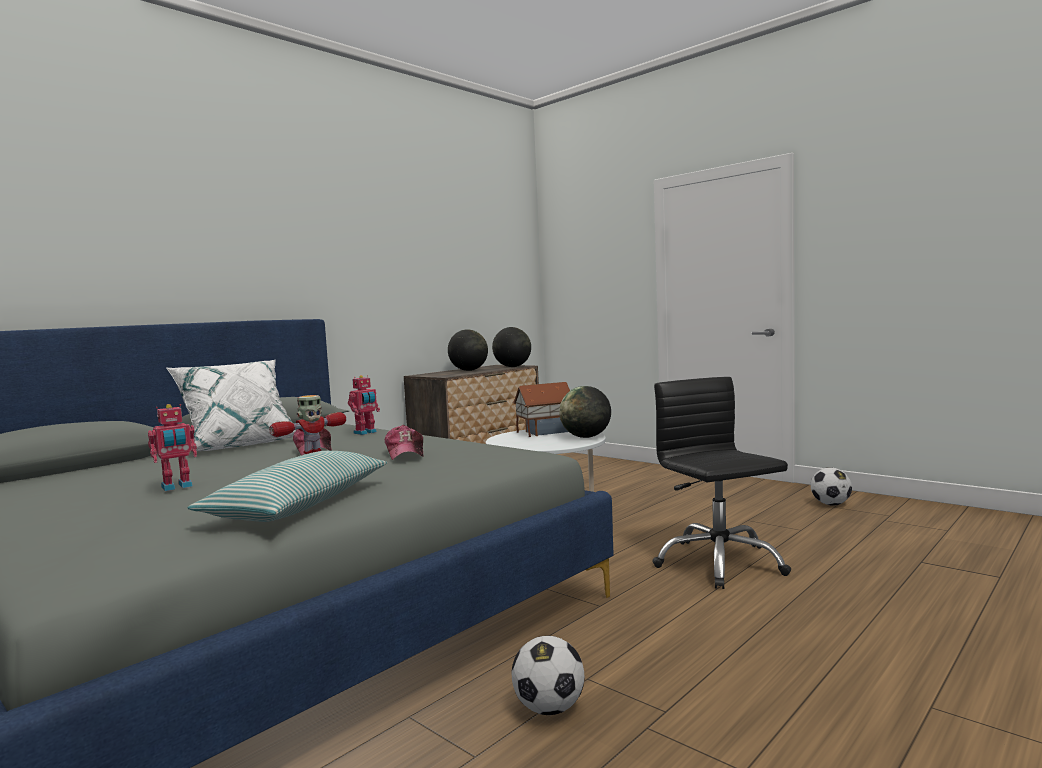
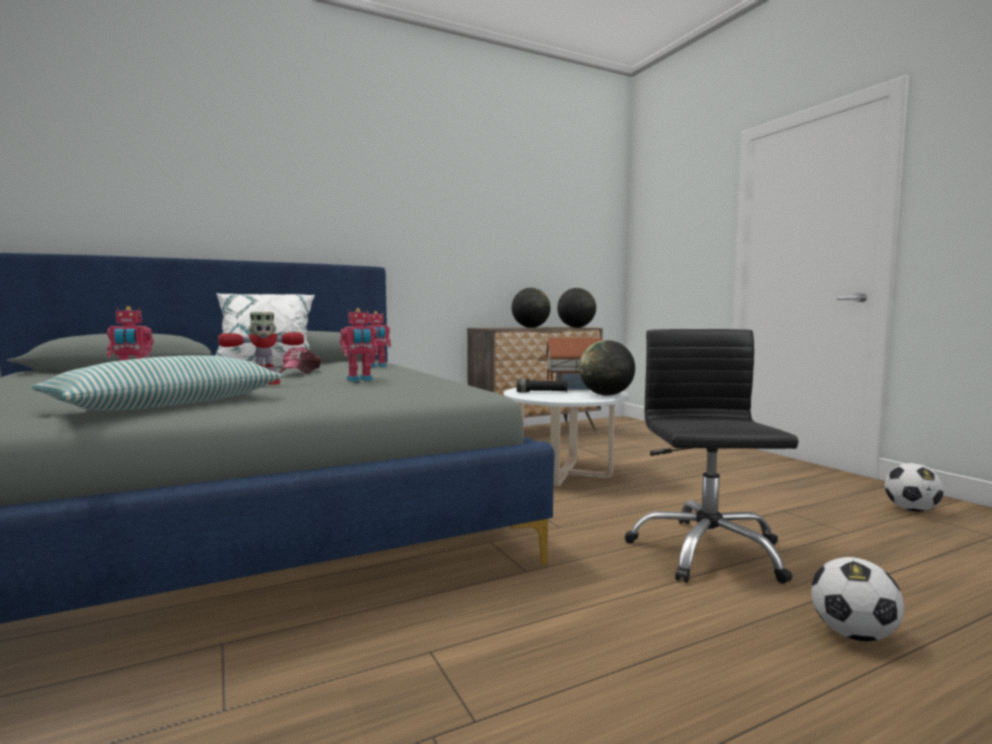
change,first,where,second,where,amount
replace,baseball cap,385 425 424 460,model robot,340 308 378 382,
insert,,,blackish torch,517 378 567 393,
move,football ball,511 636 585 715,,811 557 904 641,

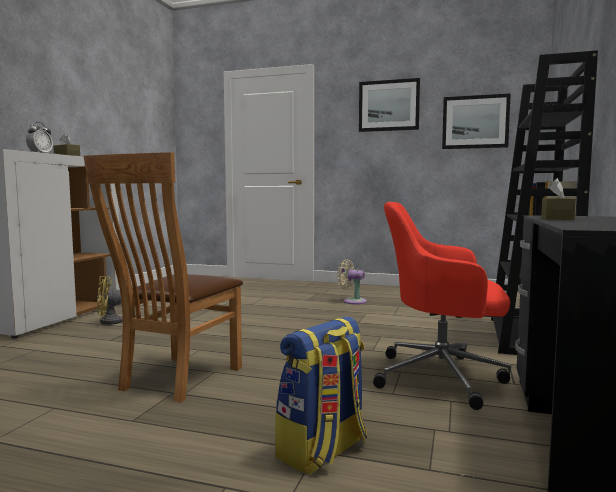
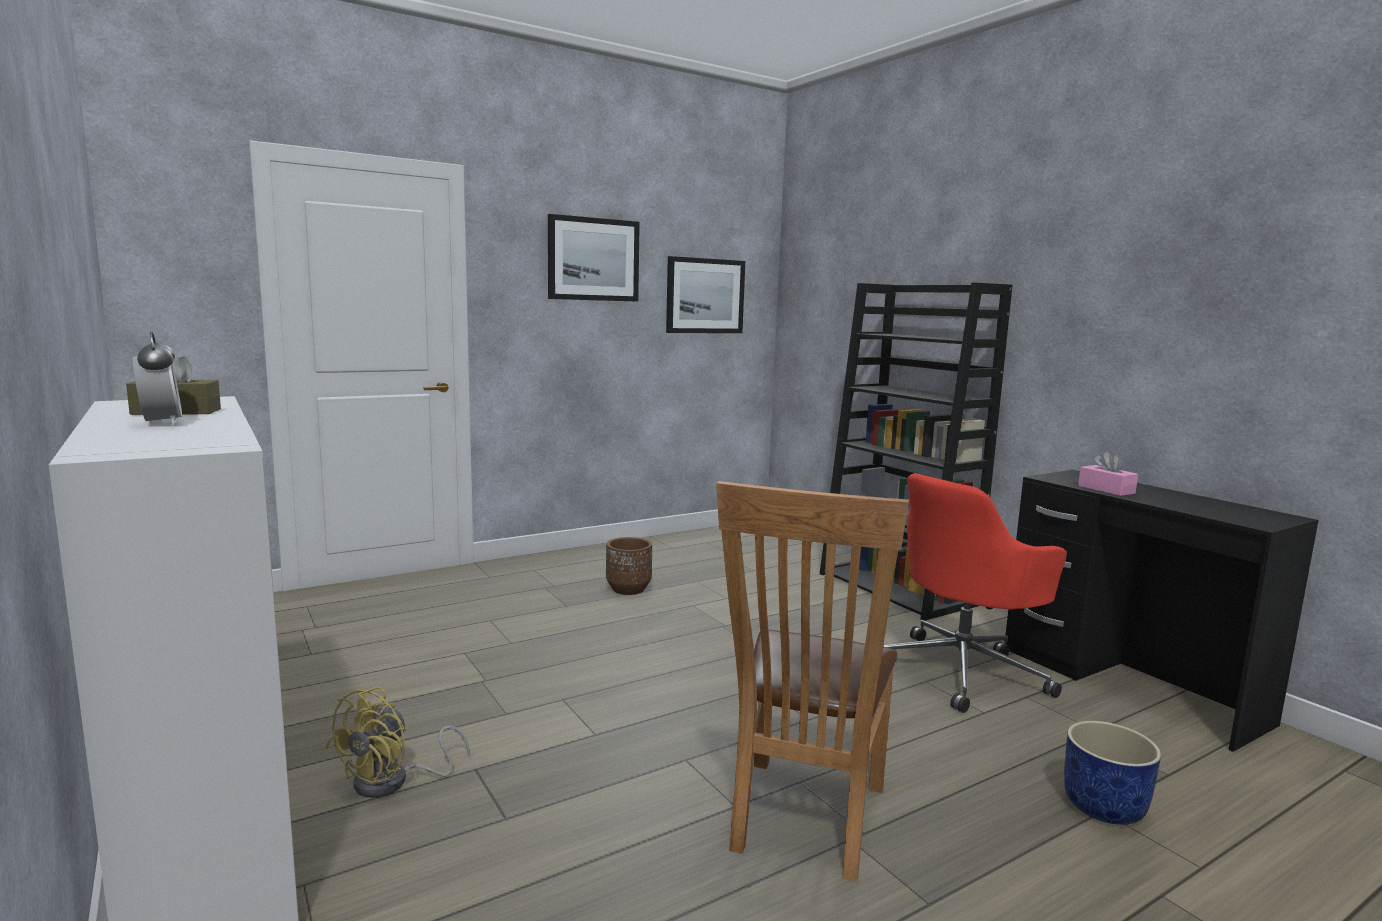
change,first,where,second,where,amount
replace,beige-coloured electric fan,337 259 367 305,brown-coloured planter,606 537 652 595,
rotate,brown-coloured plain chair,83 152 243 403,,716 481 909 881,45 degrees clockwise
replace,knapsack,275 316 367 475,blue-coloured planter,1064 721 1161 825,
recolor,brown-coloured tissue box,541 178 576 220,pink-coloured tissue box,1078 451 1138 496,

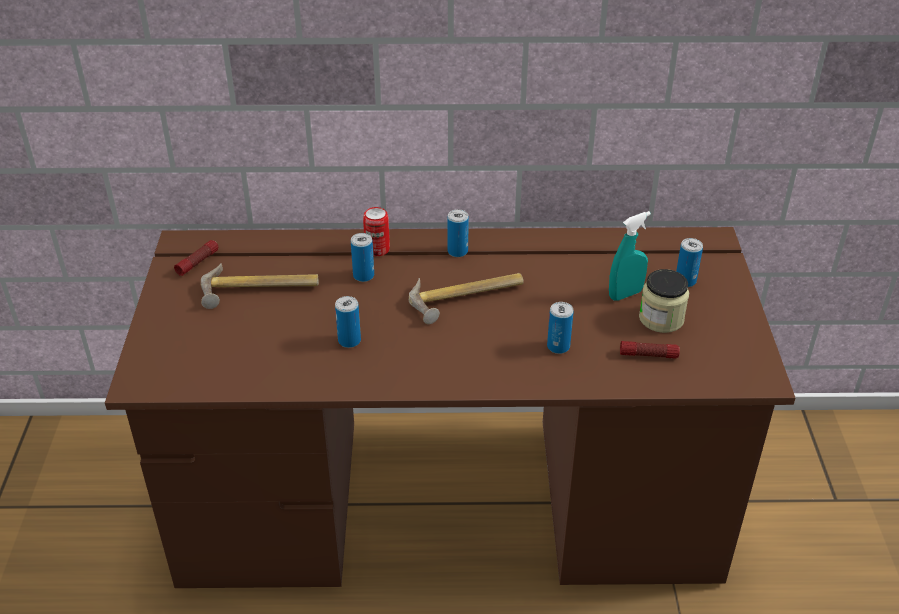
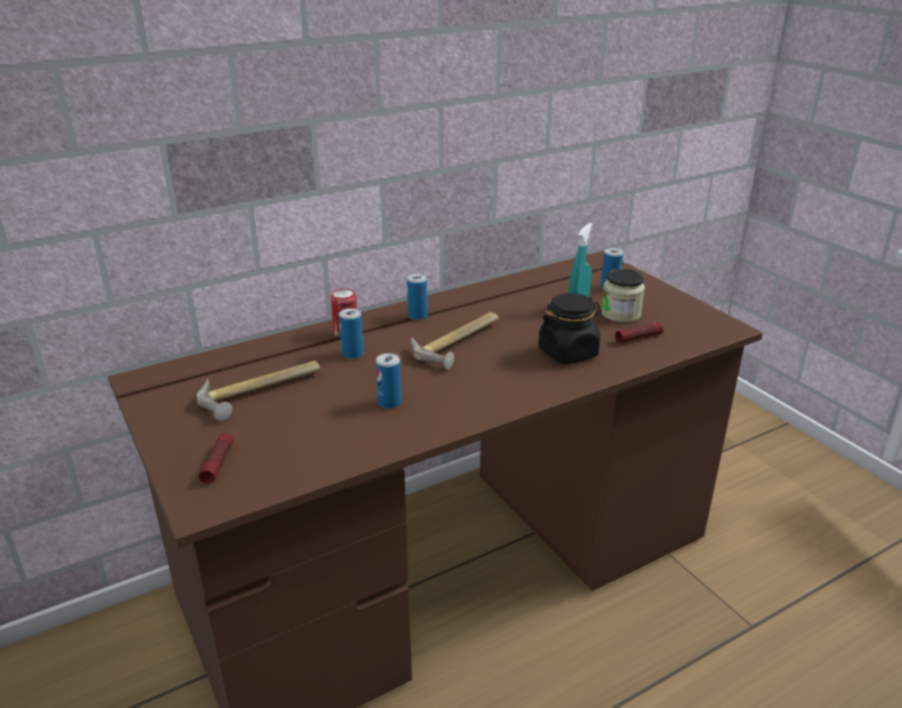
change,first,where,second,where,amount
move,torch,174 240 218 276,,199 433 233 484,
replace,metal can,547 302 574 354,blackish jar,538 293 602 364,

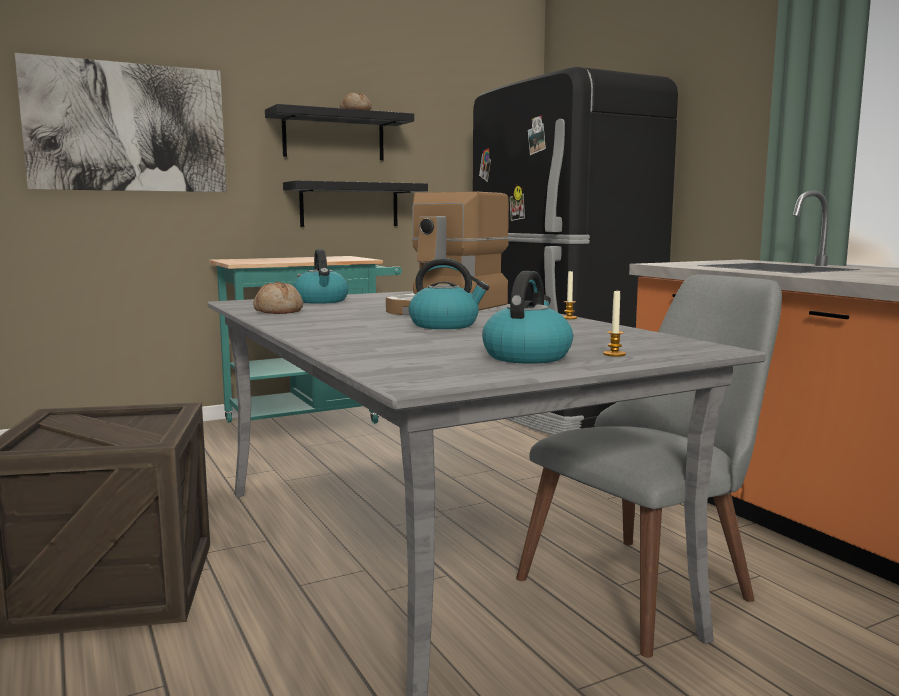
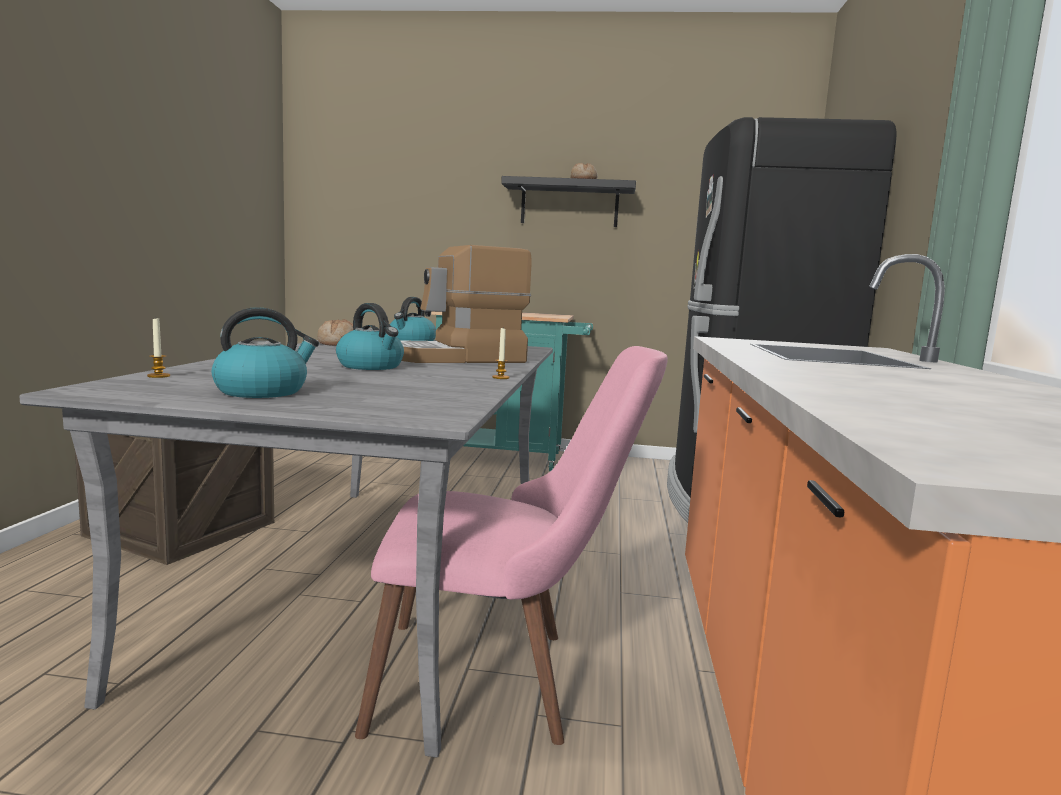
change,first,where,second,where,amount
move,wax light,603 291 626 357,,147 318 170 378,
recolor,gray plain chair,516 274 782 658,pink-coloured plain chair,355 346 668 745,
delete,wall art,15 53 226 192,,,
delete,blackish shelf,283 180 428 227,,,

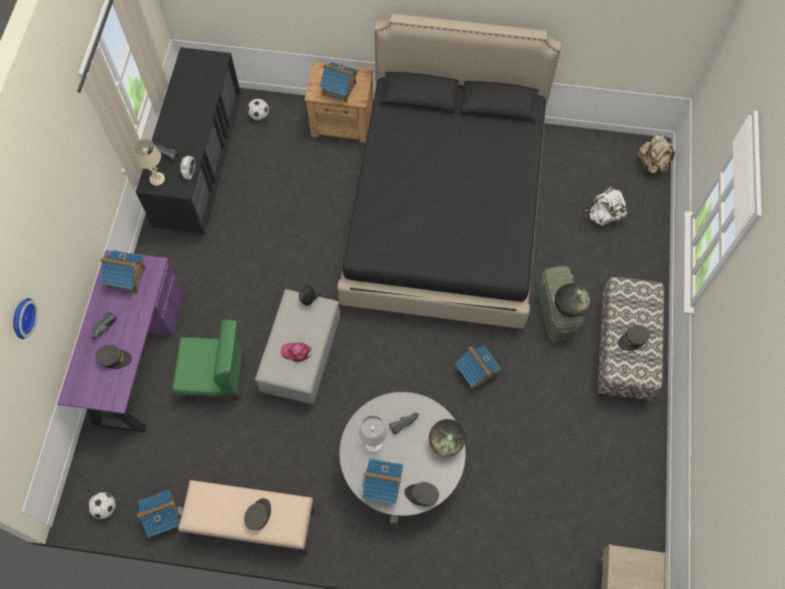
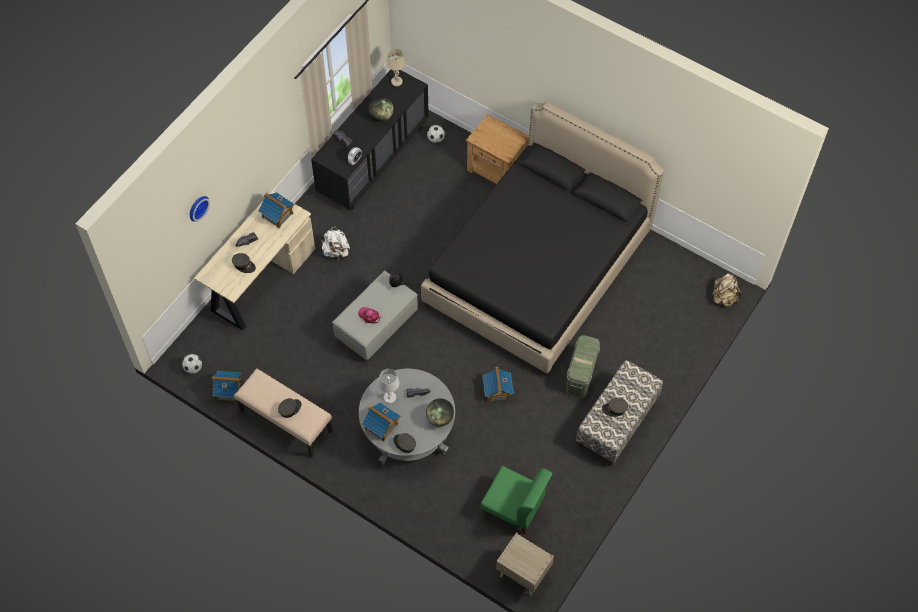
change,first,where,second,where,amount
recolor,purple-coloured desk unit,57 250 184 433,beige-coloured desk unit,194 191 315 331,
move,white knapsack,585 187 627 226,,319 226 350 261,
move,desk globe,555 283 590 317,,368 96 394 122,
move,beige-coloured table lamp,133 139 165 186,,386 49 405 86,
move,green plain chair,173 320 244 401,,480 466 552 535,
delete,model house,319 62 358 103,,,

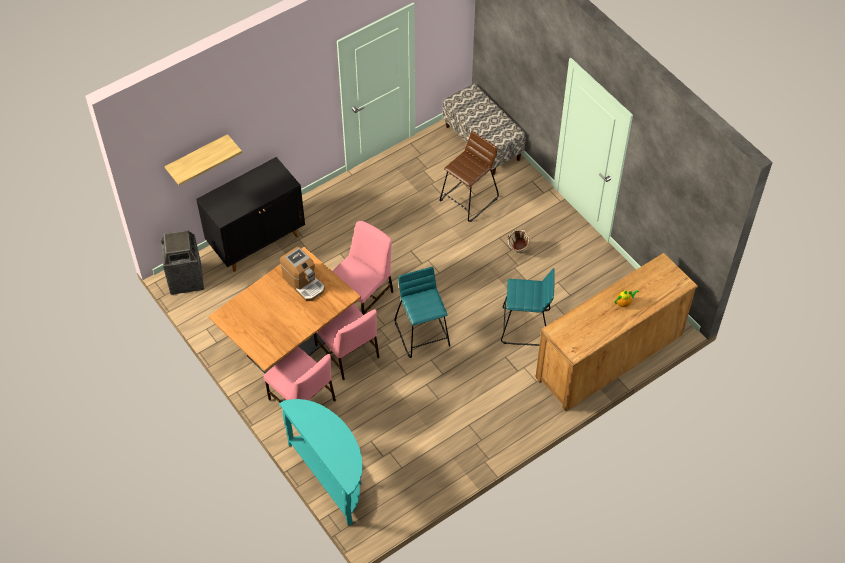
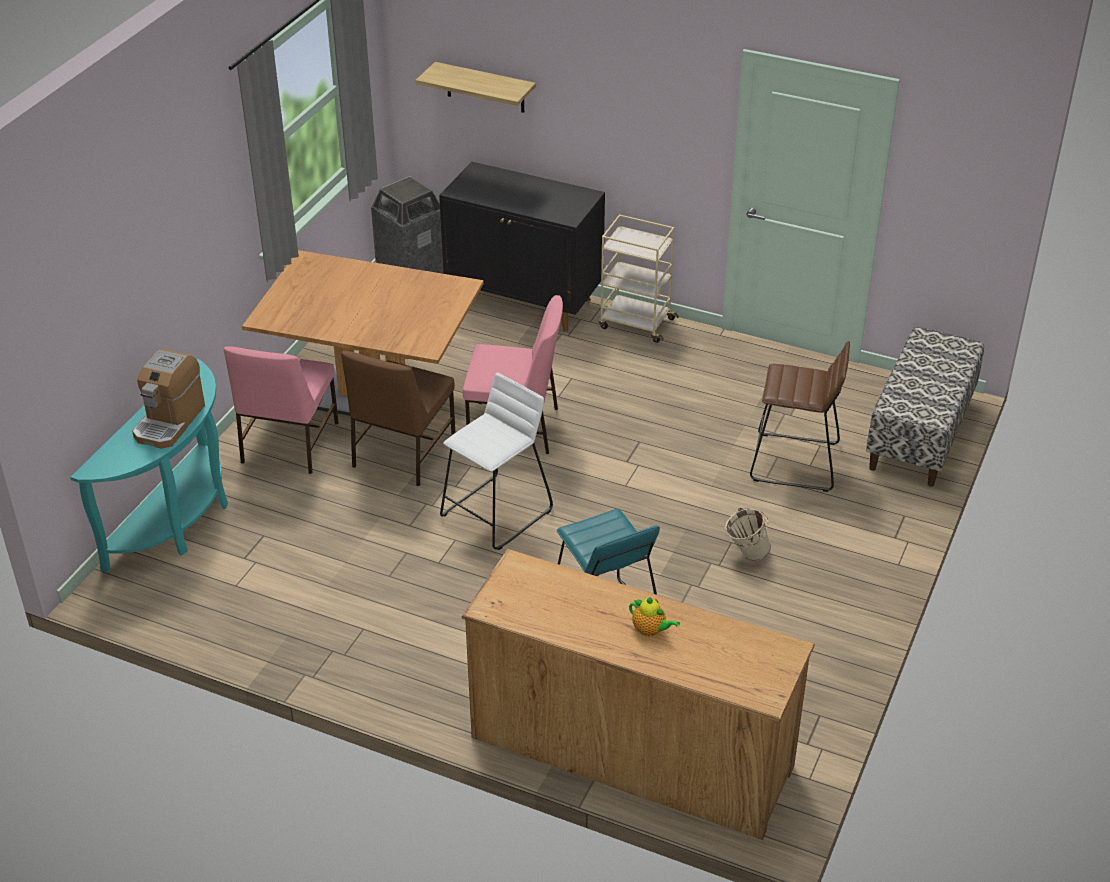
change,first,where,second,where,amount
move,coffee maker,280 246 325 301,,132 348 205 449,
recolor,pink-coloured plain chair,314 304 380 380,brown-coloured plain chair,341 351 455 486,
recolor,turquoise sitting stool,395 267 450 358,white sitting stool,440 372 553 550,
insert,,,beige-coloured trolley,599 214 679 343,

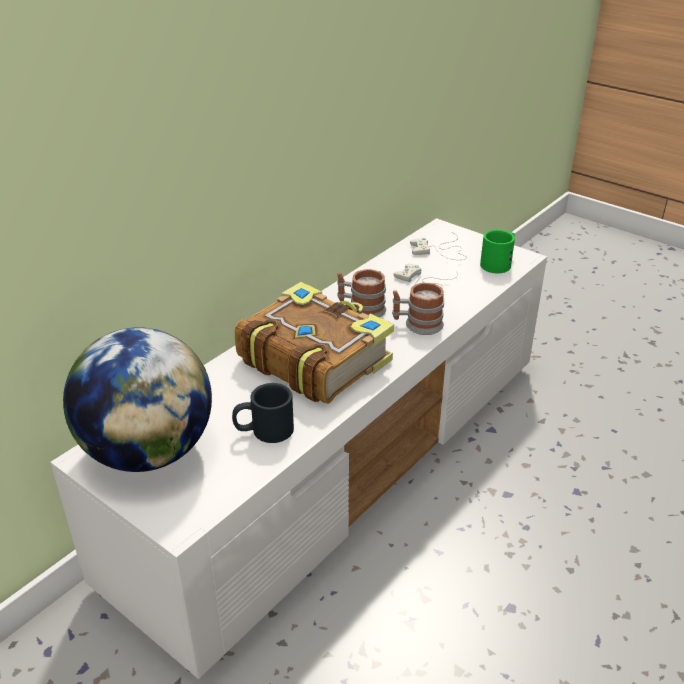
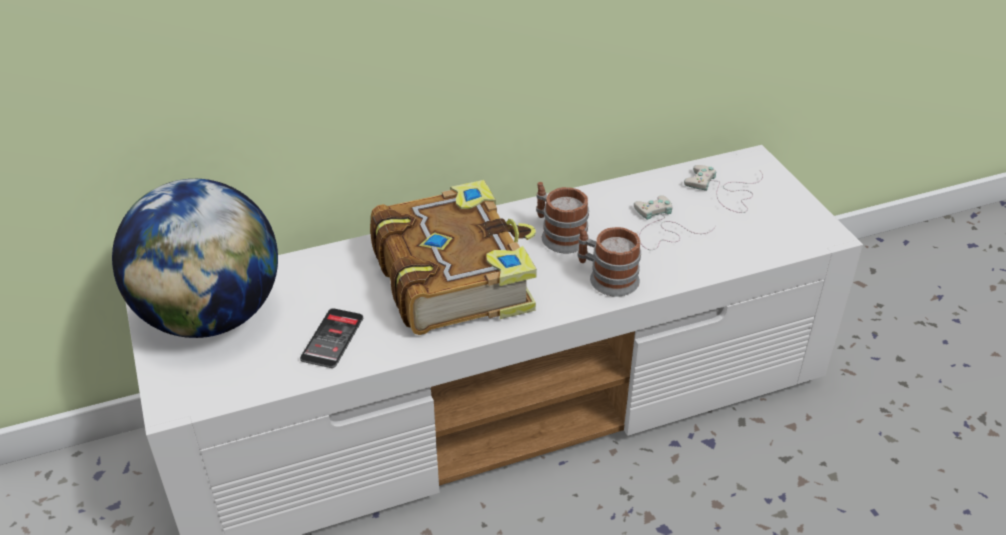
change,first,where,second,where,amount
replace,blackish coffee mug,232 383 294 443,handset,300 308 363 368,
delete,green coffee mug,480 229 515 273,,,

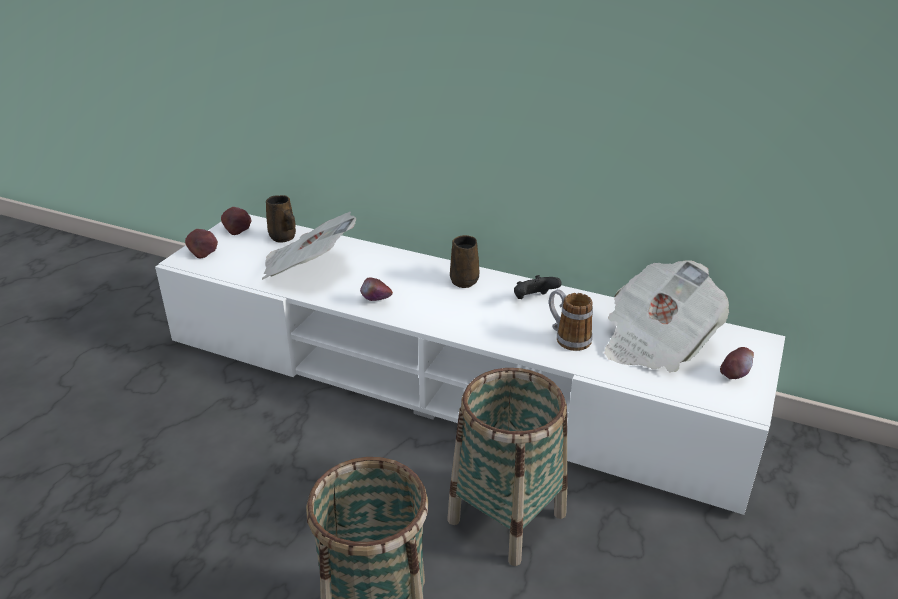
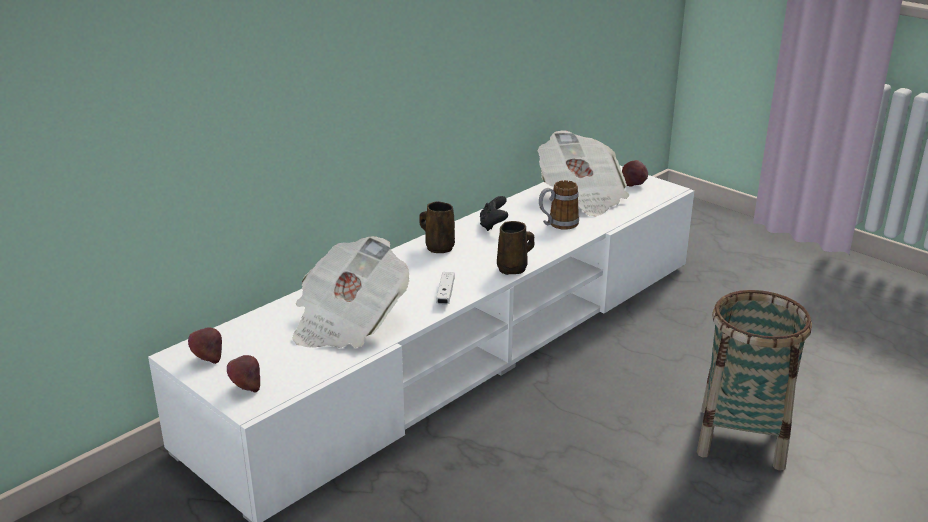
change,first,where,second,where,amount
replace,apple fruit,360 277 393 301,white gamepad,436 272 455 305,
move,brown-coloured coffee mug,266 195 296 242,,497 221 534 275,
delete,storage basket,447 368 567 566,,,

